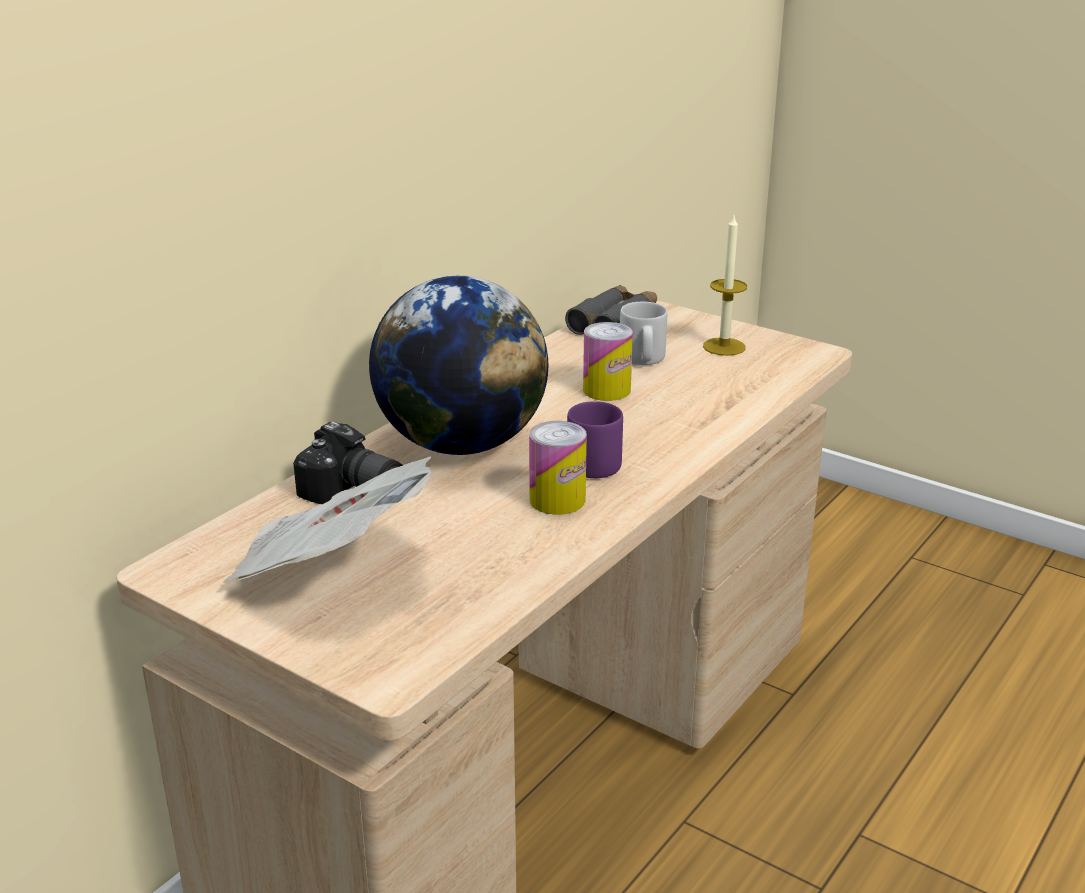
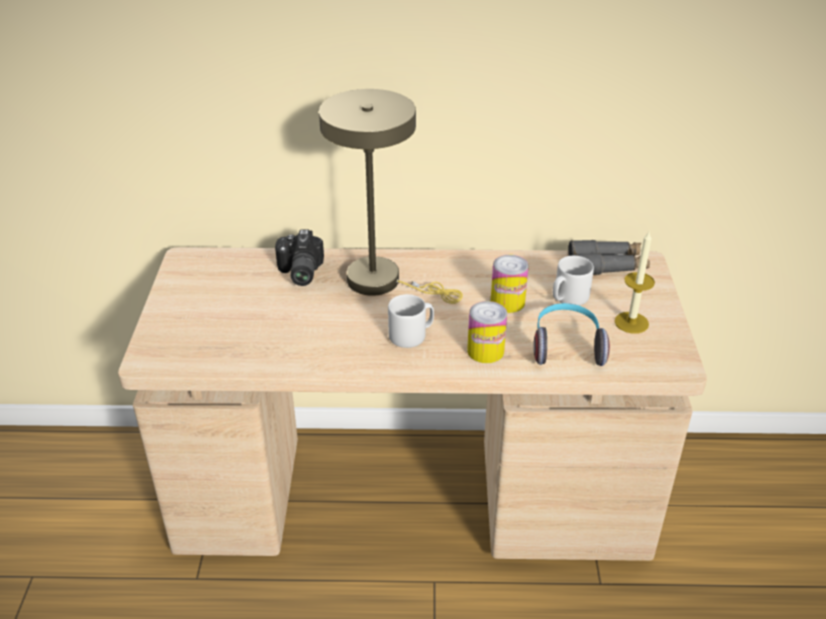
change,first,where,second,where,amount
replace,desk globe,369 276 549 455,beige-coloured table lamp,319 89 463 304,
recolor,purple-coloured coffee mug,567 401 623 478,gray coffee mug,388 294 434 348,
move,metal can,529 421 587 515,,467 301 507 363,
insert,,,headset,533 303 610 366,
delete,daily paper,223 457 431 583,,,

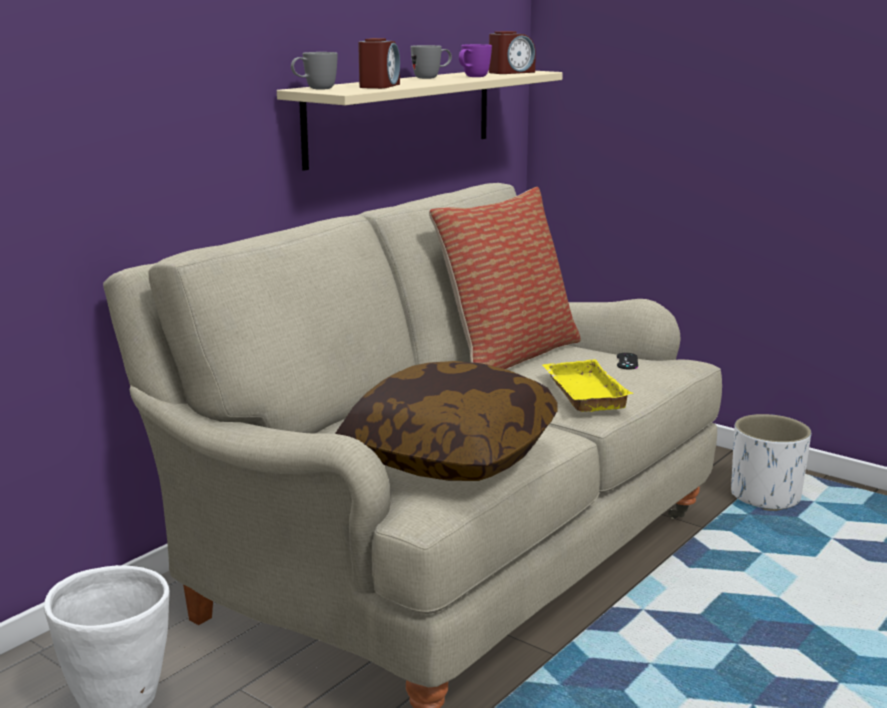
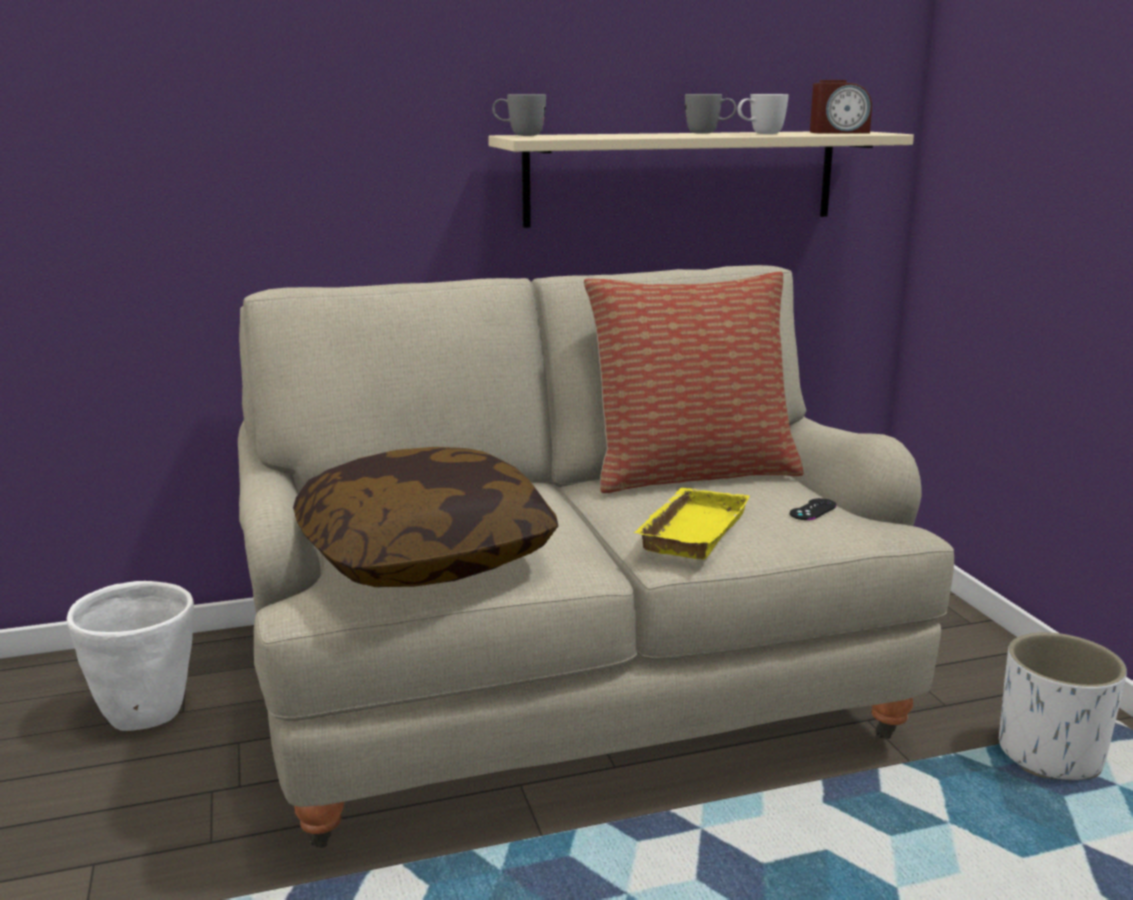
change,first,where,second,where,amount
recolor,purple-coloured coffee mug,459 44 492 77,white coffee mug,737 94 789 134,
delete,bedside clock,358 38 400 89,,,

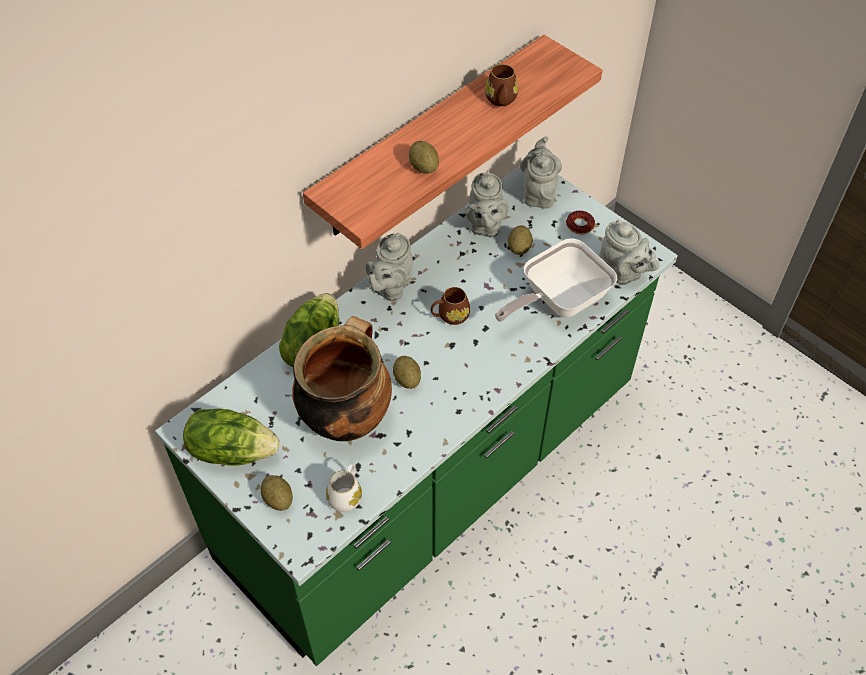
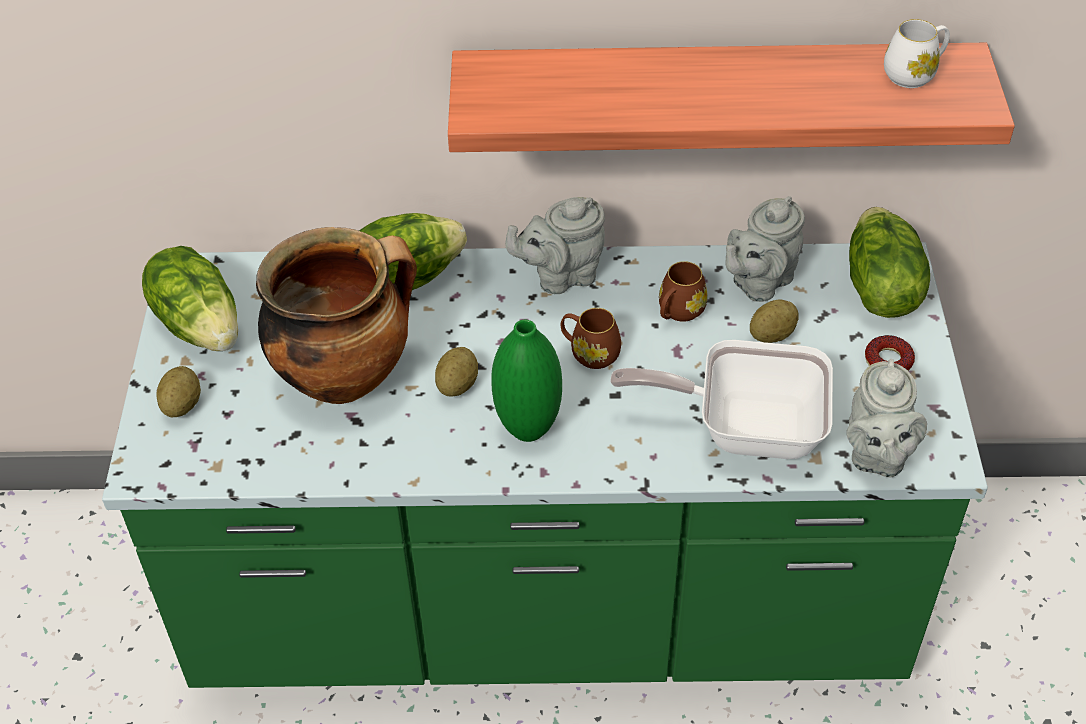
change,first,where,second,where,amount
insert,,,green decorative vase,491 320 562 442,
move,brown-coloured coffee mug,485 64 518 106,,659 261 708 322,
replace,gray pot for tea,520 136 562 208,head of lettuce,849 207 930 318,
move,white coffee mug,326 464 362 512,,884 19 950 88,
delete,spud,409 141 439 174,,,

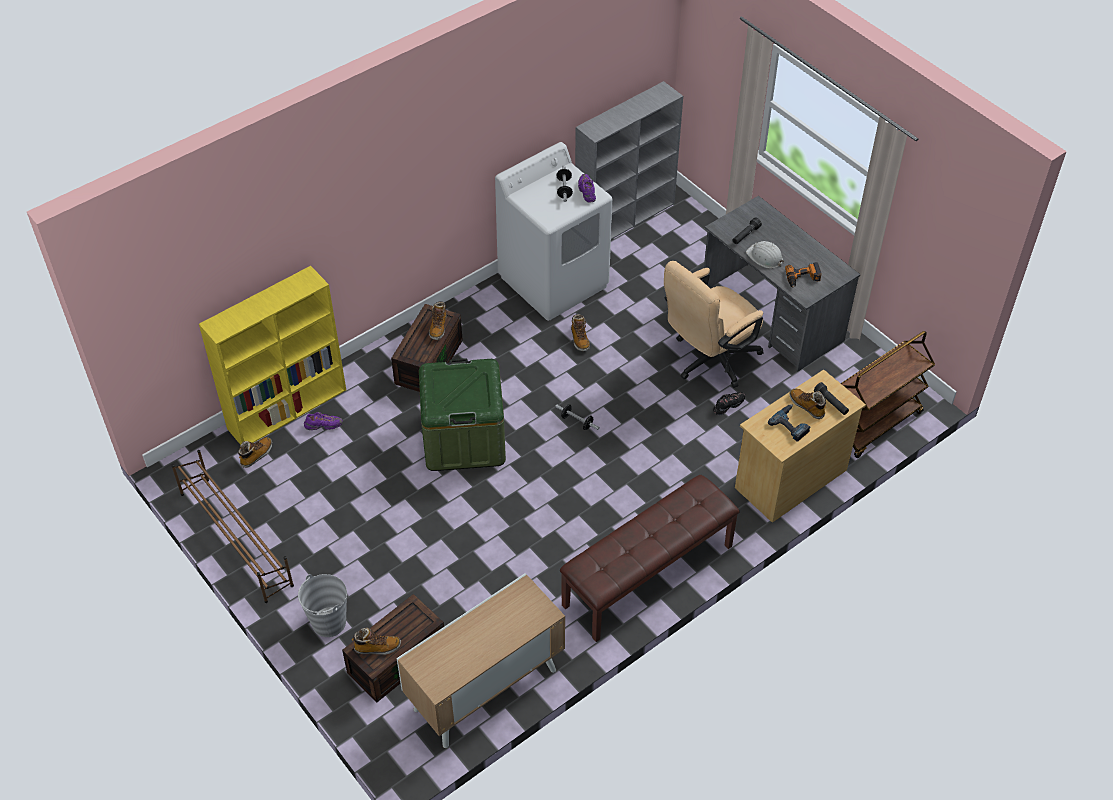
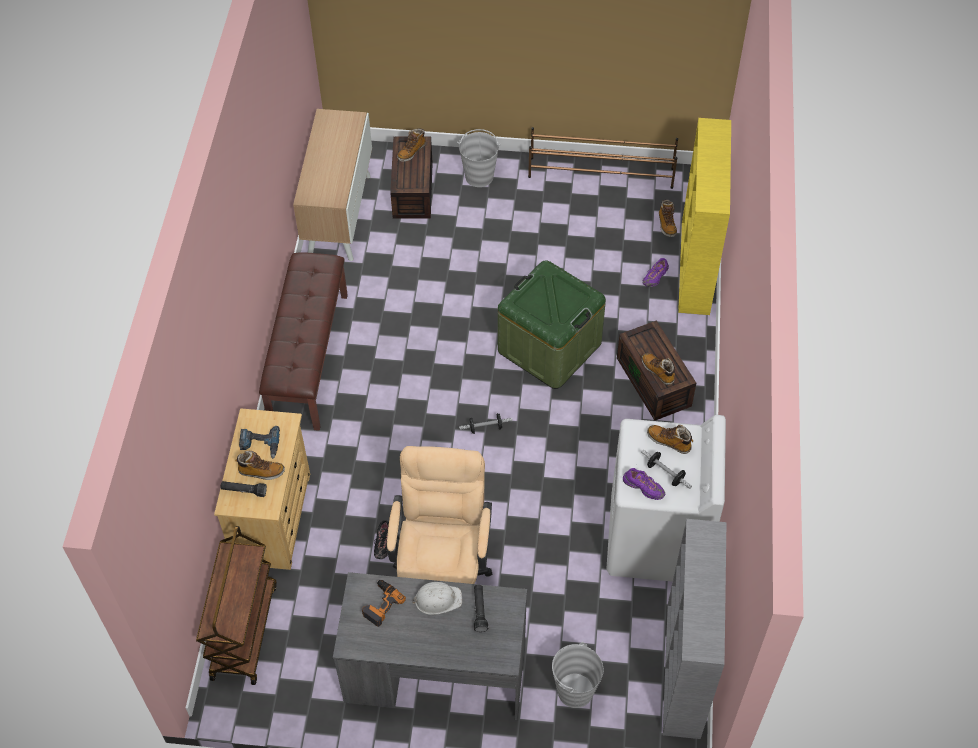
change,first,where,second,where,amount
insert,,,gray bucket,552 641 603 708,
move,tall boot,571 314 590 351,,647 425 693 454,

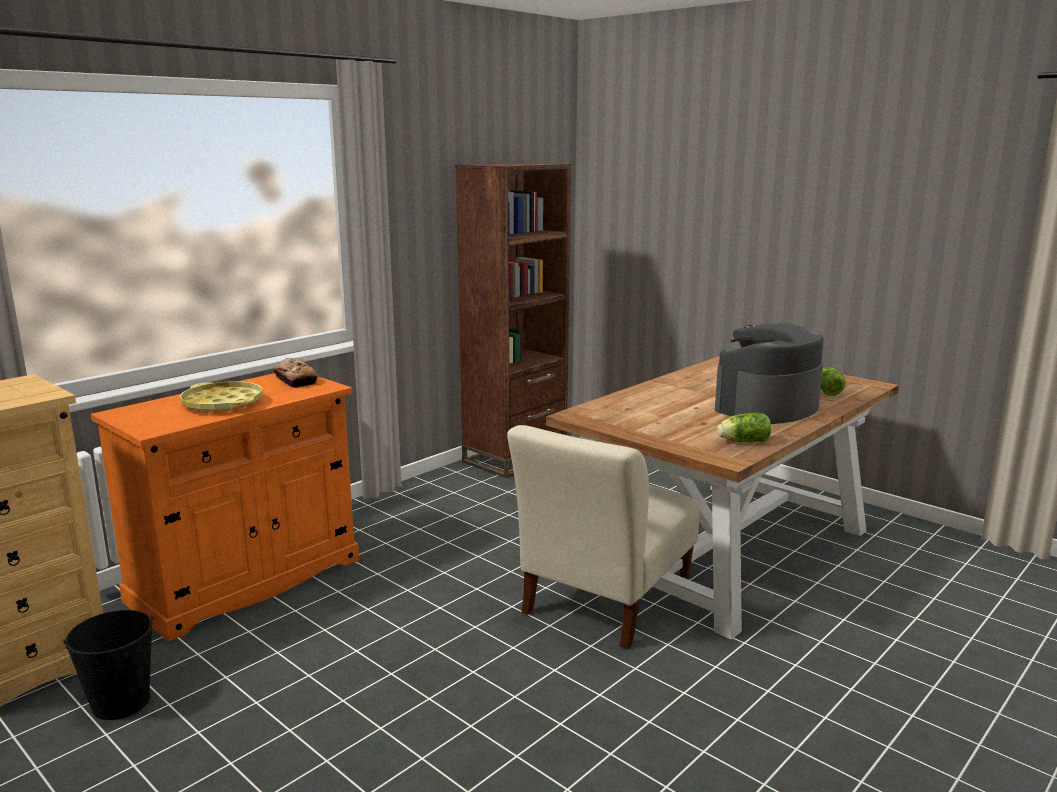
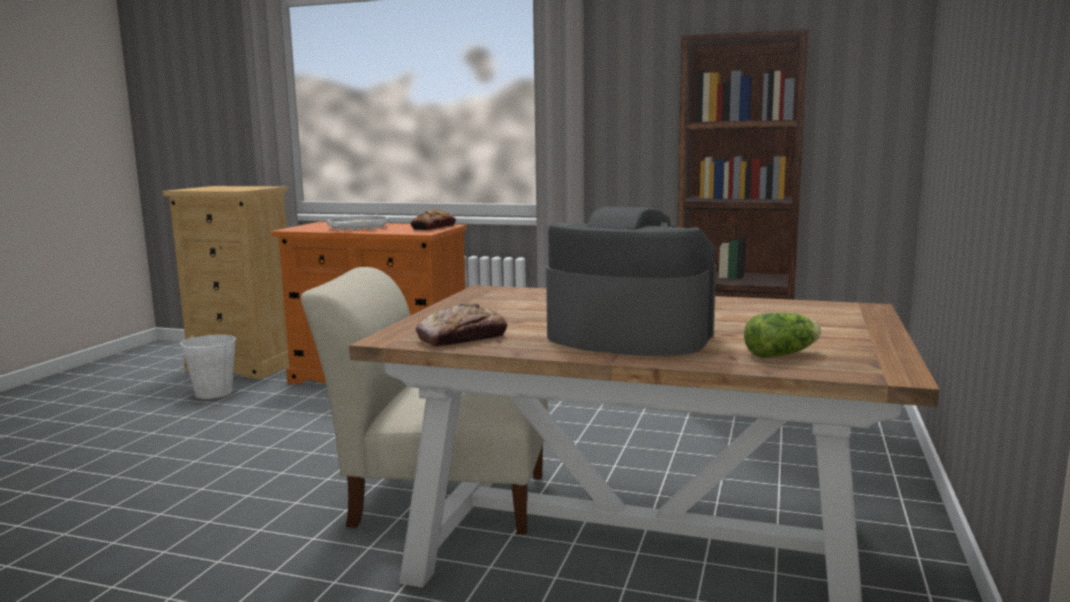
change,first,where,second,where,amount
recolor,blackish bucket,63 610 154 720,white bucket,180 335 236 399,
recolor,yellow-coloured tray,179 382 263 413,white tray,327 215 389 231,
replace,head of lettuce,717 413 771 442,baked bread,415 303 507 347,

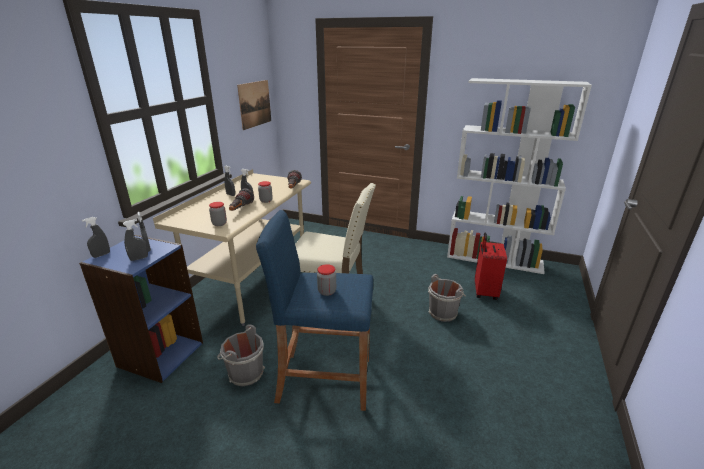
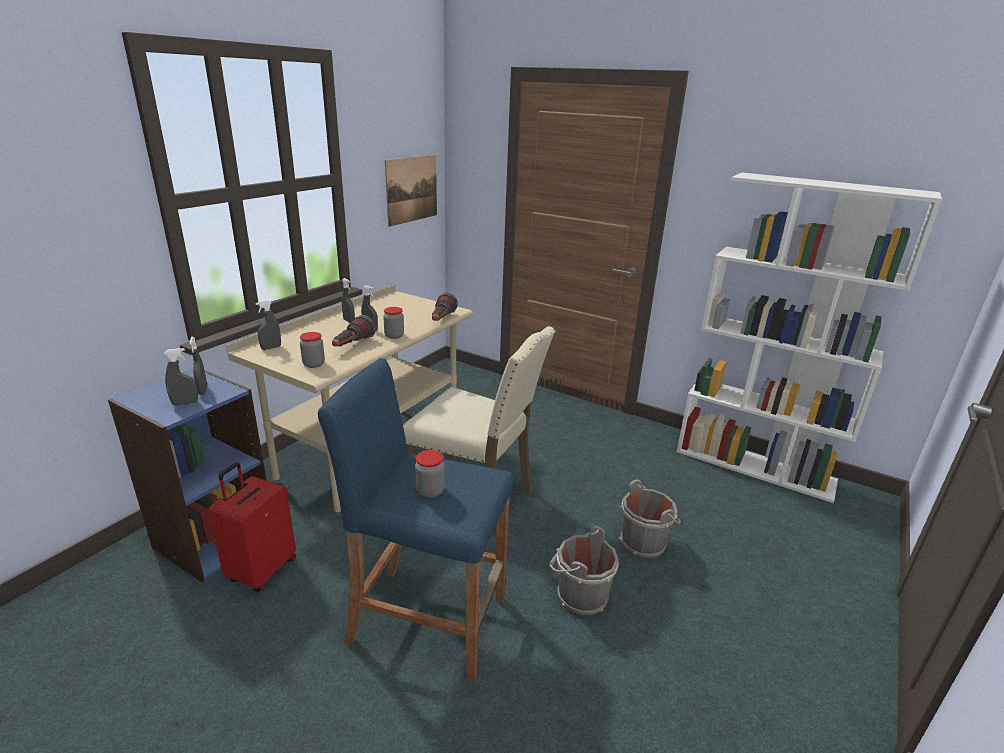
change,first,where,second,where,amount
move,red suitcase,475 233 507 300,,208 462 296 592,
move,gray spray bottle,82 217 110 258,,256 300 281 350,
move,gray bucket,218 324 265 387,,549 526 619 616,

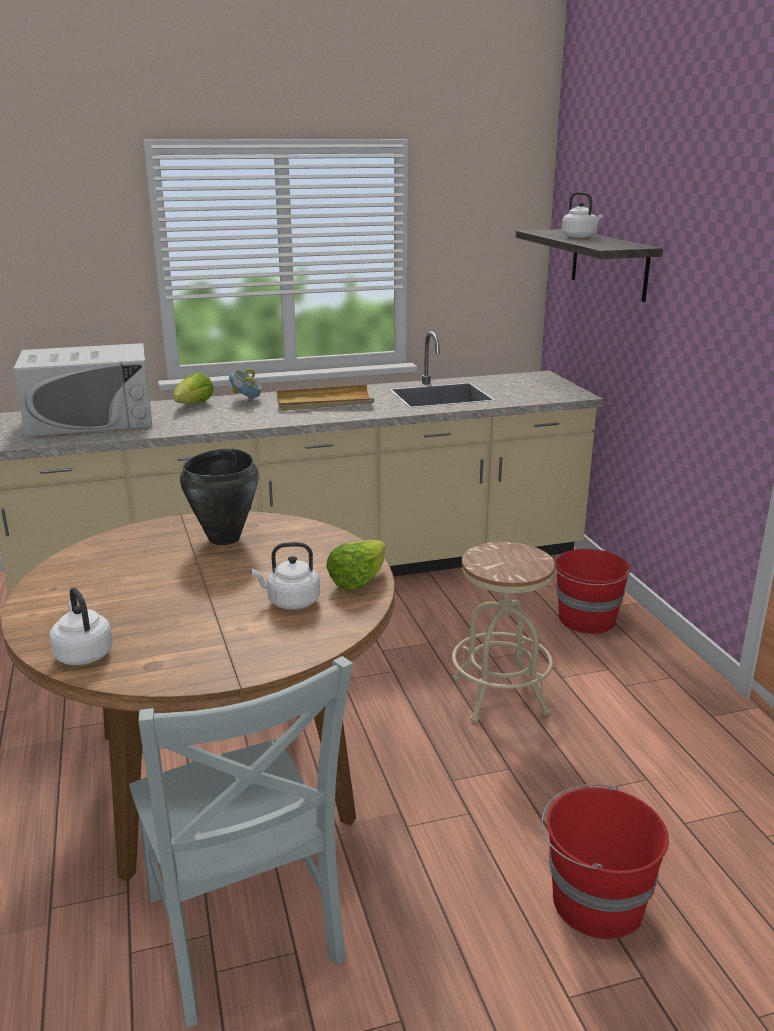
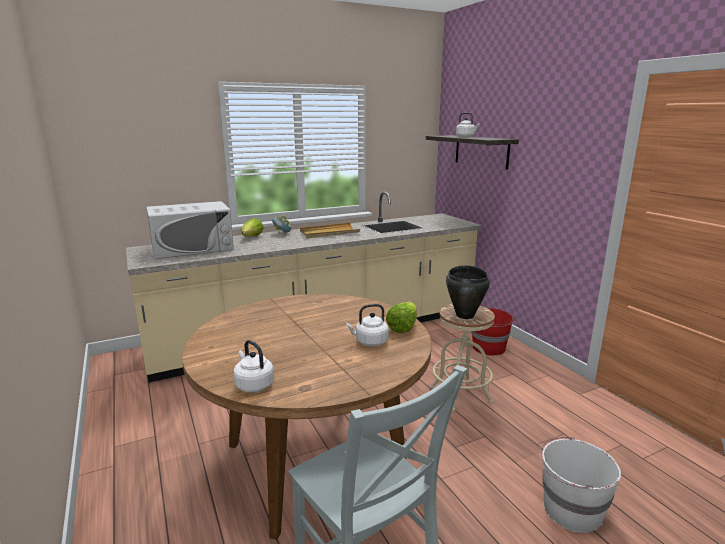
change,first,where,second,where,amount
move,blackish saucepot,180 448 259 545,,446 265 490 319,
recolor,red bucket,541 784 669 939,white bucket,539 437 621 533,

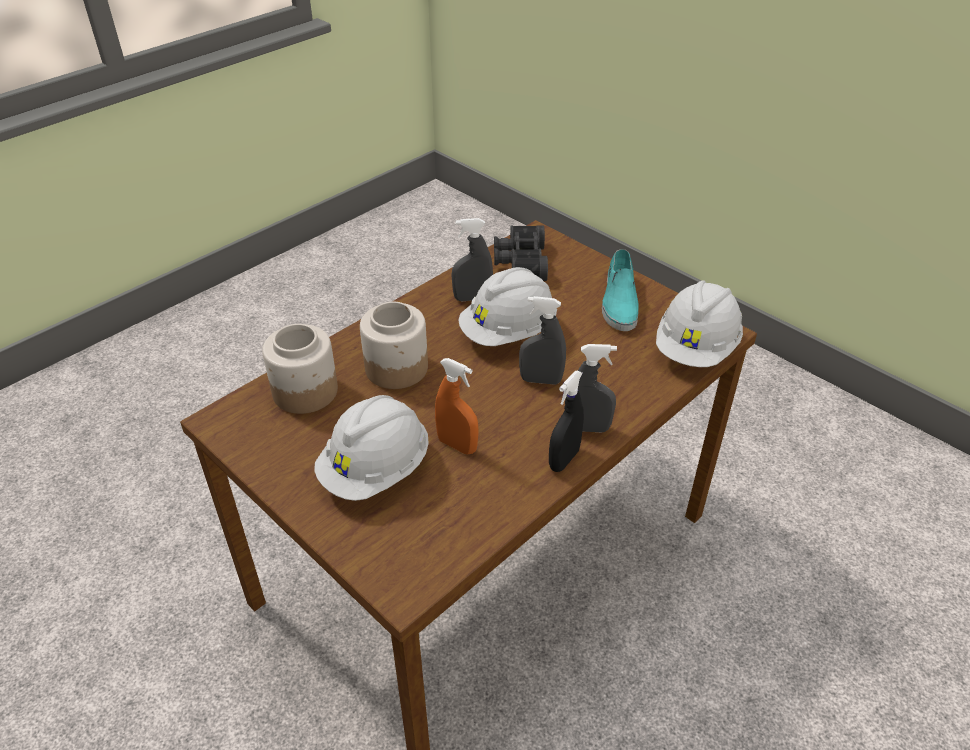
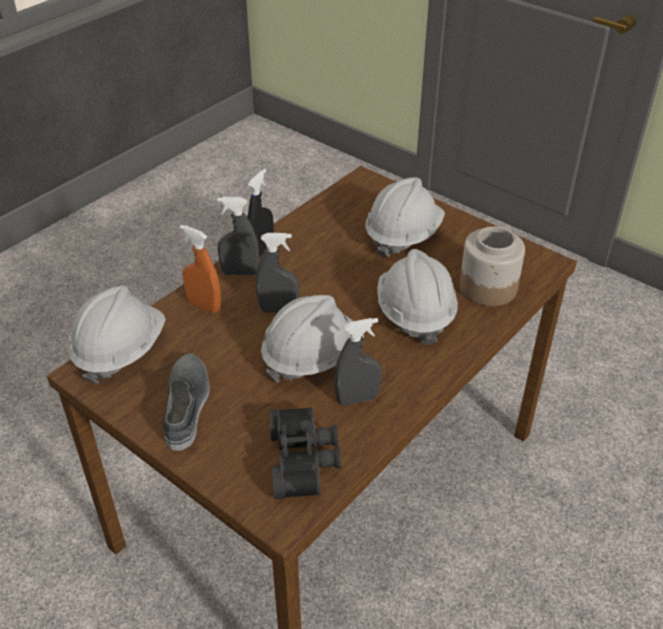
change,first,where,second,where,amount
recolor,turquoise shoe,602 249 639 331,gray shoe,163 354 210 451,
move,orangey spray bottle,435 358 479 455,,180 225 221 313,
replace,jar,360 302 428 389,white hard hat,377 249 458 345,

